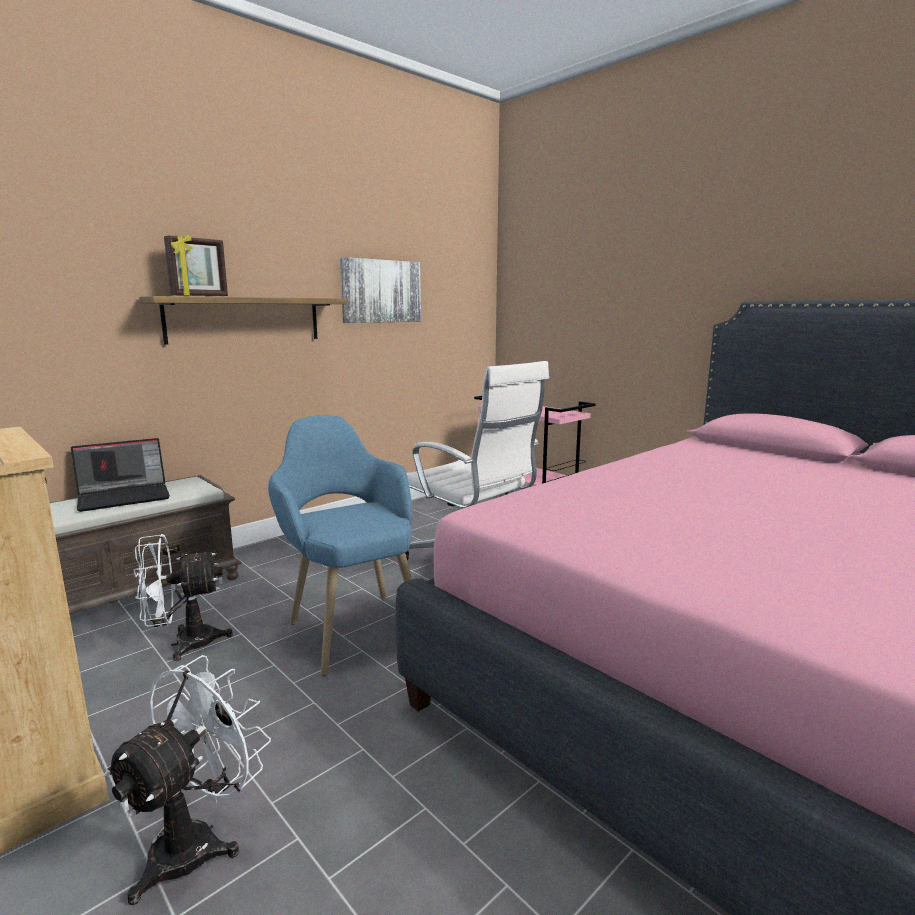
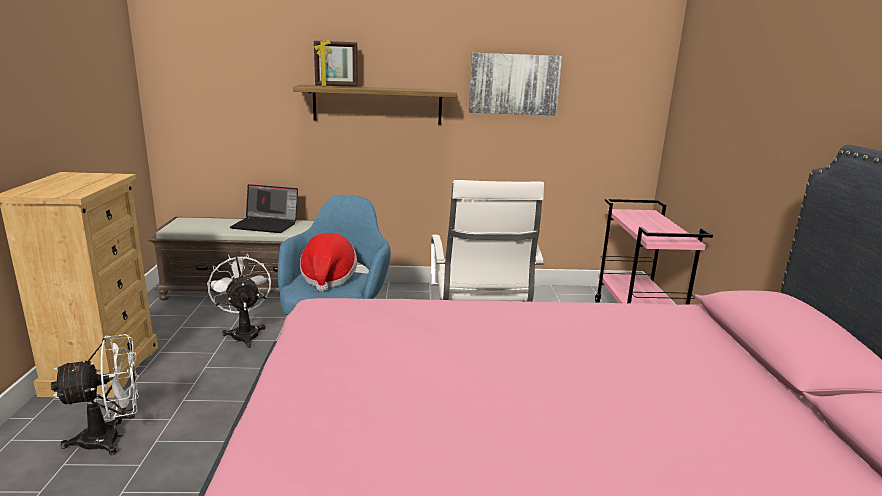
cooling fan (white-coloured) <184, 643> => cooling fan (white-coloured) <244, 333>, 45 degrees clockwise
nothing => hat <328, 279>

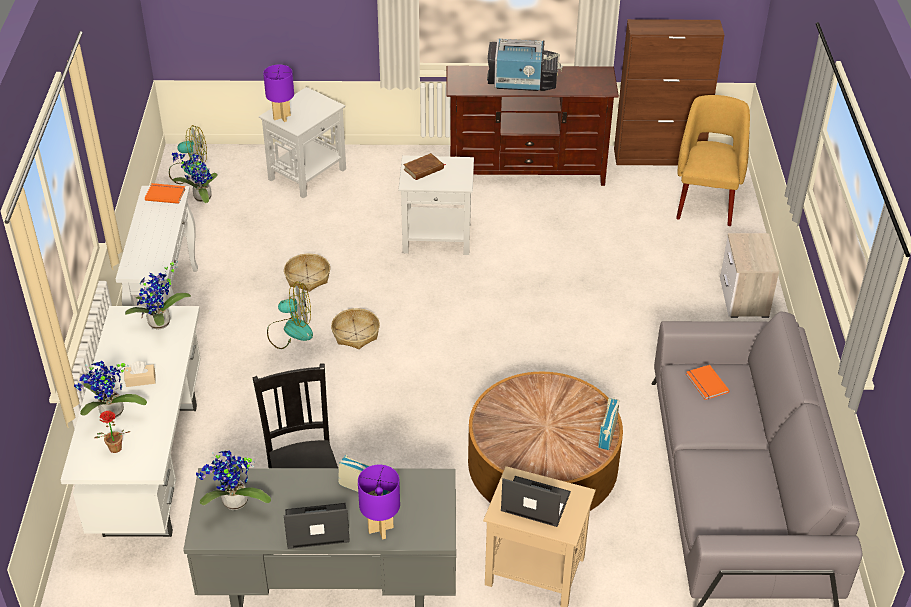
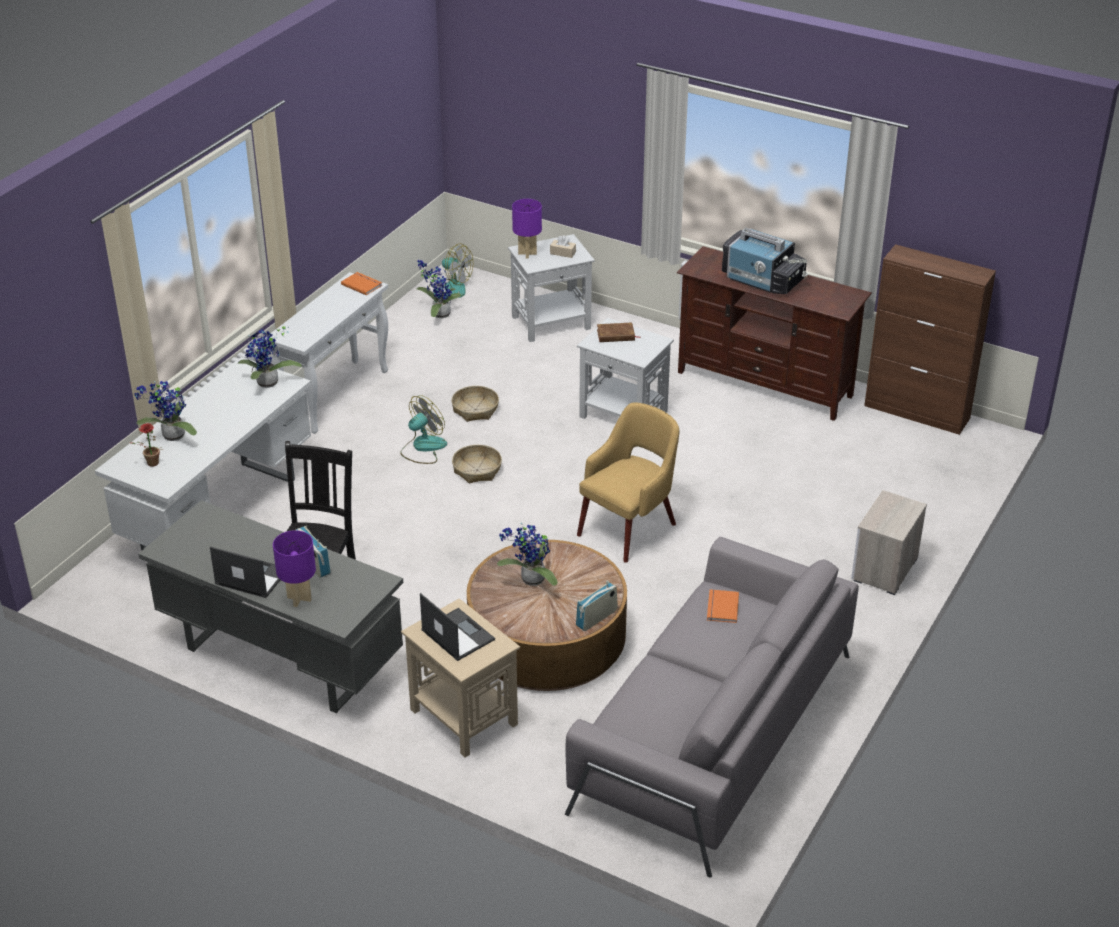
lounge chair (yellow-coloured) <706, 200> => lounge chair (yellow-coloured) <629, 528>, relocated
cooling fan <290, 330> => cooling fan <423, 448>, 75 degrees counterclockwise
box of tissues (beige-coloured) <140, 380> => box of tissues (beige-coloured) <563, 253>, relocated
potted plant <233, 504> => potted plant <530, 581>, relocated

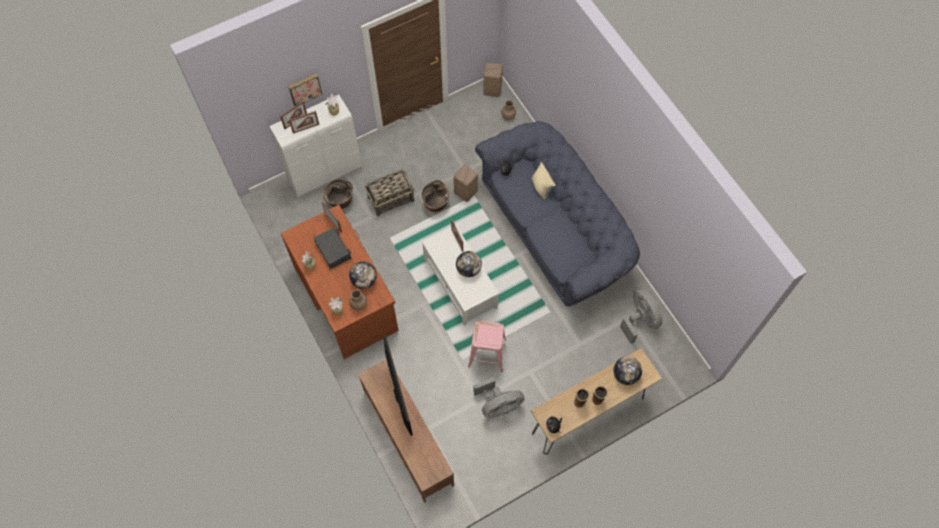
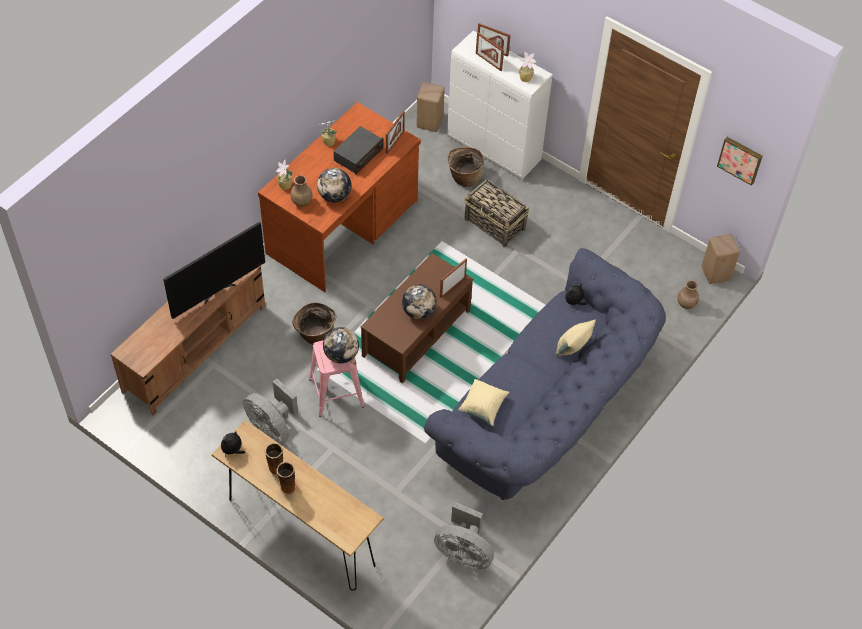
wall art <304, 88> => wall art <740, 159>, relocated
sitting stool (beige-coloured) <466, 192> => sitting stool (beige-coloured) <430, 123>, relocated
storage basket <436, 204> => storage basket <315, 335>, relocated
coffee table (white-coloured) <460, 284> => coffee table (brown) <416, 333>
cooling fan (grey) <640, 320> => cooling fan (grey) <463, 553>, 75 degrees clockwise
desk globe <625, 375> => desk globe <341, 355>, relocated
nothing => throw pillow (beige-coloured) <482, 407>

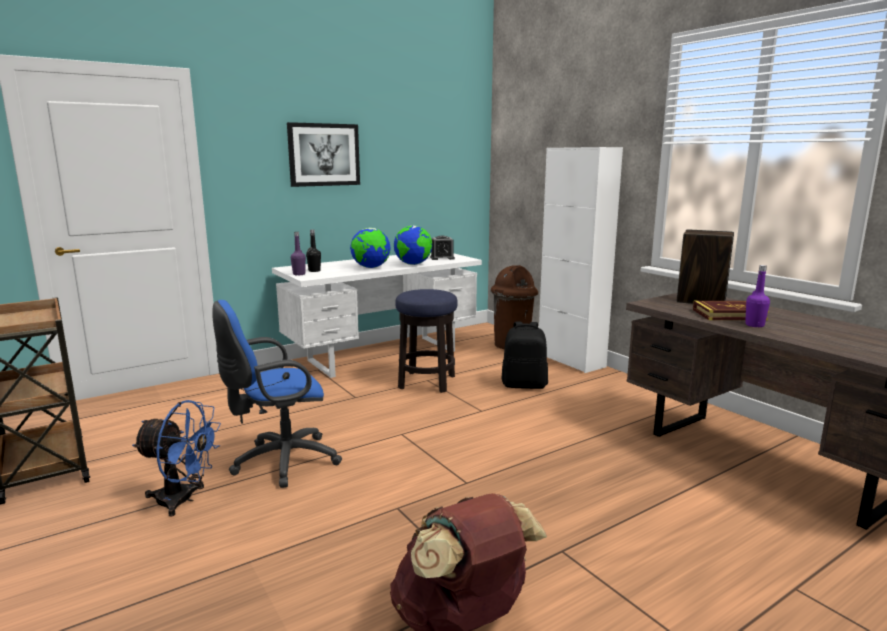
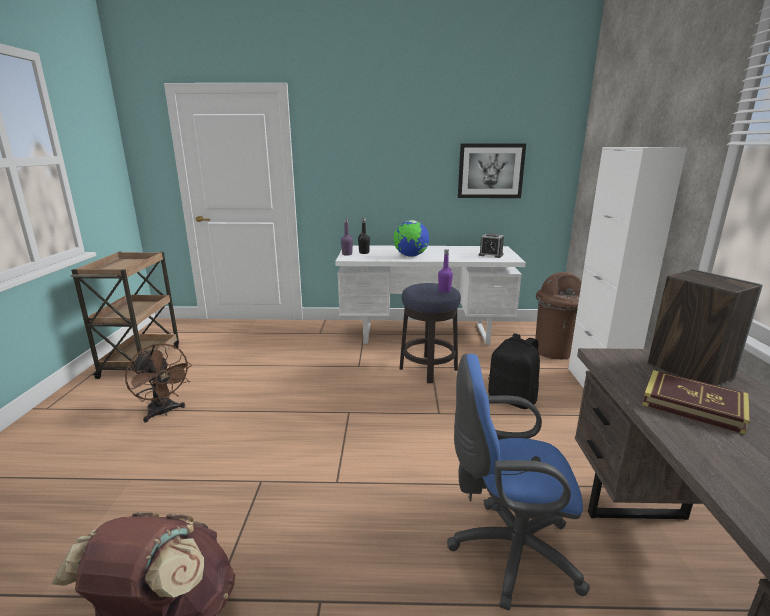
wall art <324, 154> => wall art <490, 171>, relocated
desk globe <413, 264> => nothing
drink bottle (purple) <754, 325> => drink bottle (purple) <444, 290>, relocated
computer chair (bluish) <280, 462> => computer chair (bluish) <507, 551>, relocated
cooling fan (bluish) <183, 500> => cooling fan (brown) <164, 412>

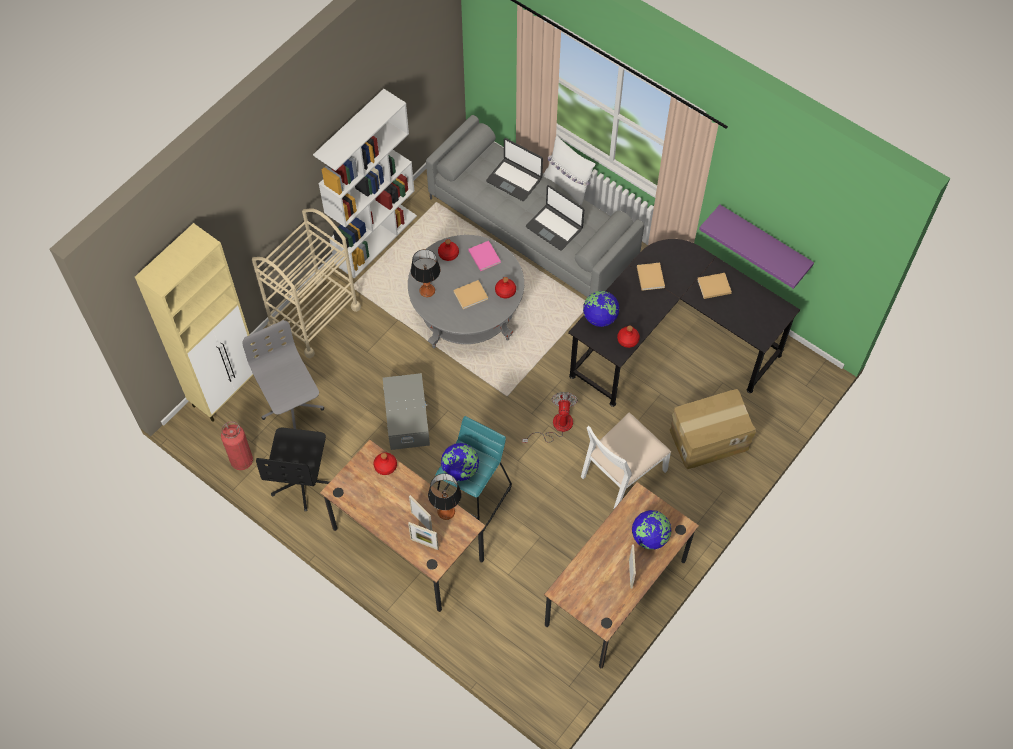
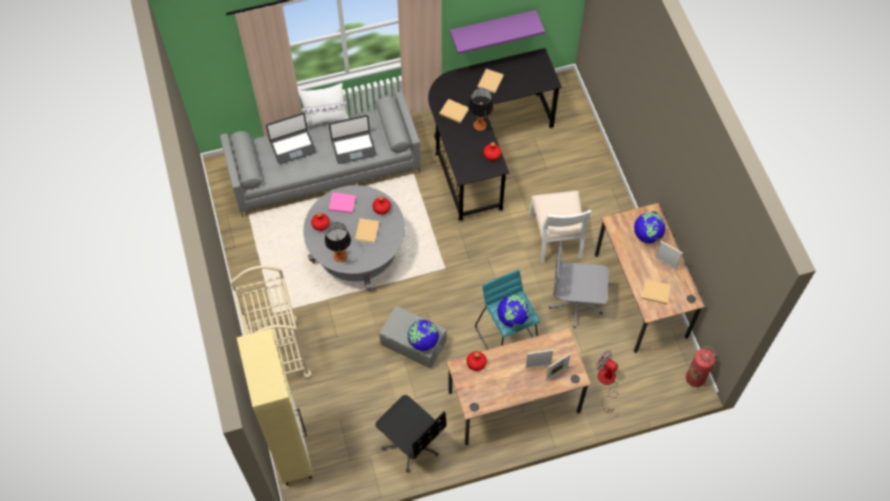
shelving unit (white-coloured) <375, 239> => nothing
desk globe <600, 317> => desk globe <423, 341>, relocated
computer chair (grey) <291, 406> => computer chair (grey) <576, 303>, relocated
cardboard box <708, 438> => nothing
cooling fan <556, 426> => cooling fan <606, 383>, relocated
fire extinguisher <242, 461> => fire extinguisher <695, 378>, relocated
lamp for a table <446, 511> => lamp for a table <479, 125>, relocated
nothing => bound book (beige-coloured) <655, 292>

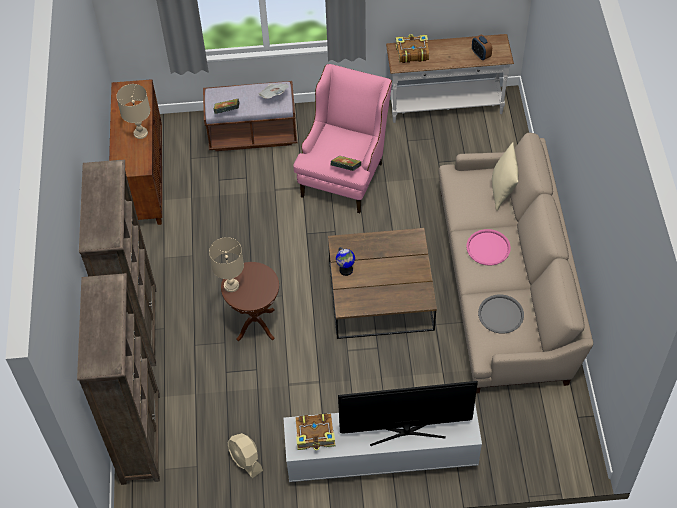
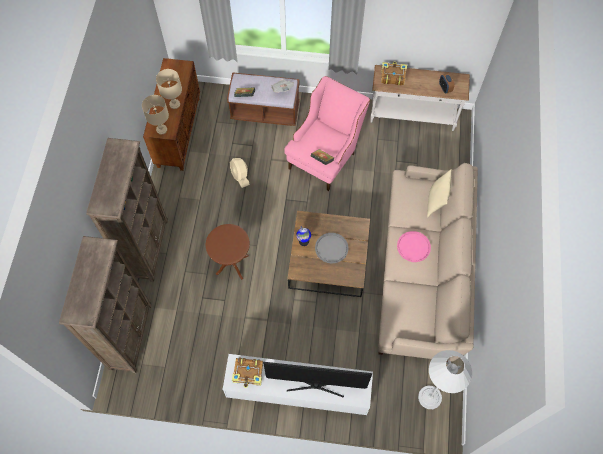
lamp for a table (beige-coloured) <231, 285> => lamp for a table (beige-coloured) <161, 129>, relocated
carrying tray (grey) <501, 314> => carrying tray (grey) <331, 248>, relocated
cooling fan (beige-coloured) <245, 460> => cooling fan (beige-coloured) <240, 176>, relocated
nothing => standing lamp (white-coloured) <430, 397>

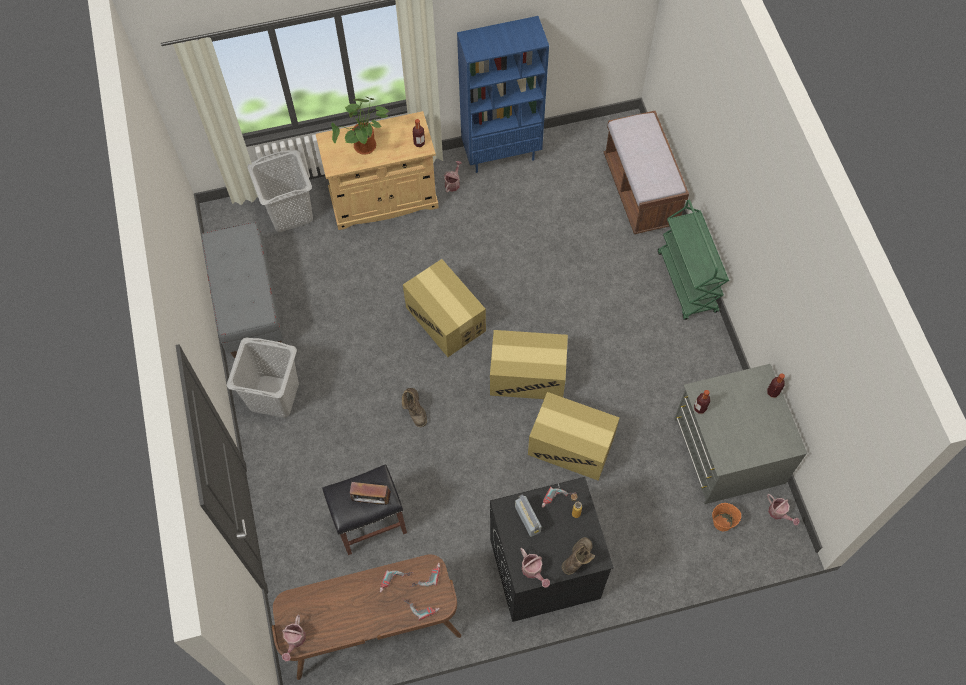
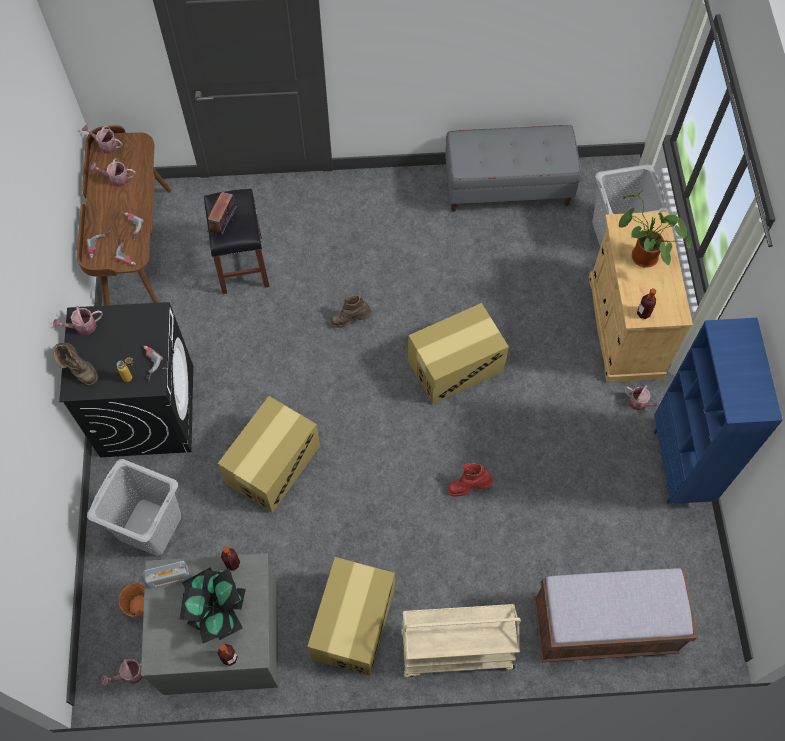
trolley (greenish) <687, 282> => trolley (beige-coloured) <455, 651>
cardboard box <528, 375> => cardboard box <353, 624>, relocated
washing basket (grey) <273, 396> => washing basket (grey) <150, 526>, relocated
radio set <527, 519> => radio set <169, 577>, relocated
nothing => watering pot <116, 179>
nothing => boot (reddish) <469, 487>
nothing => potted plant <215, 610>

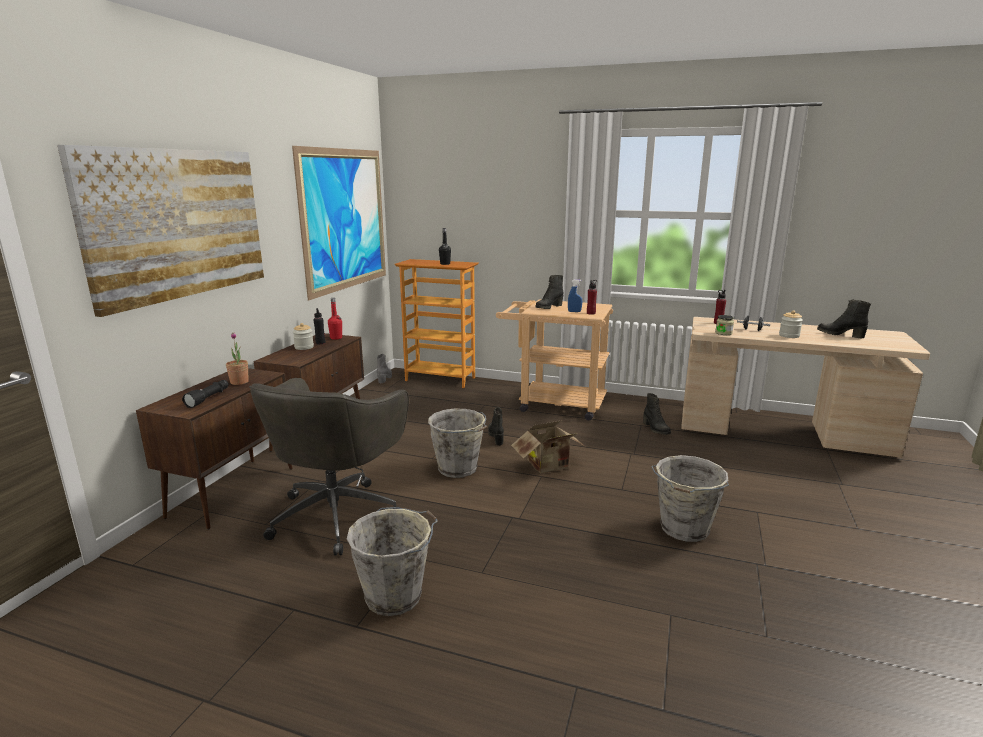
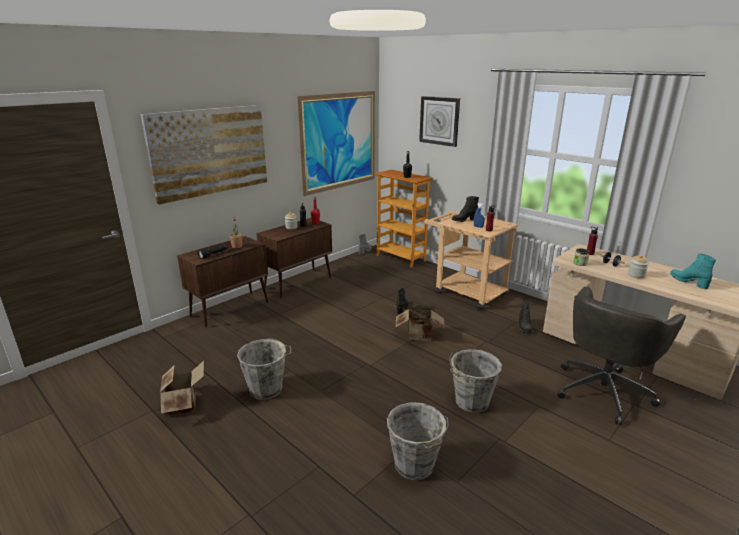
boot (blackish) <840, 334> => boot (blue-green) <688, 282>
computer chair (grey) <337, 514> => computer chair (grey) <604, 390>, relocated
pail (grey) <459, 469> => pail (grey) <415, 466>, relocated
nothing => hanging clock <439, 121>
nothing => cardboard box <184, 405>

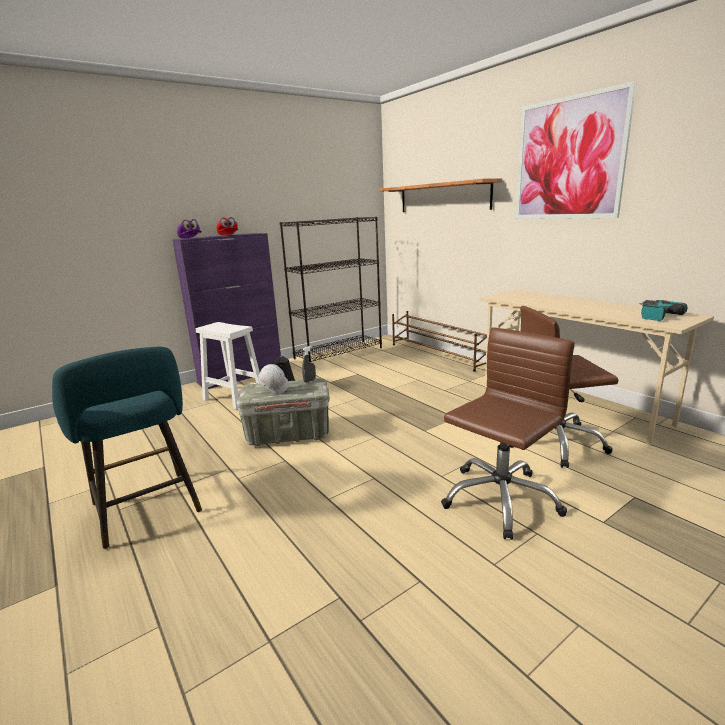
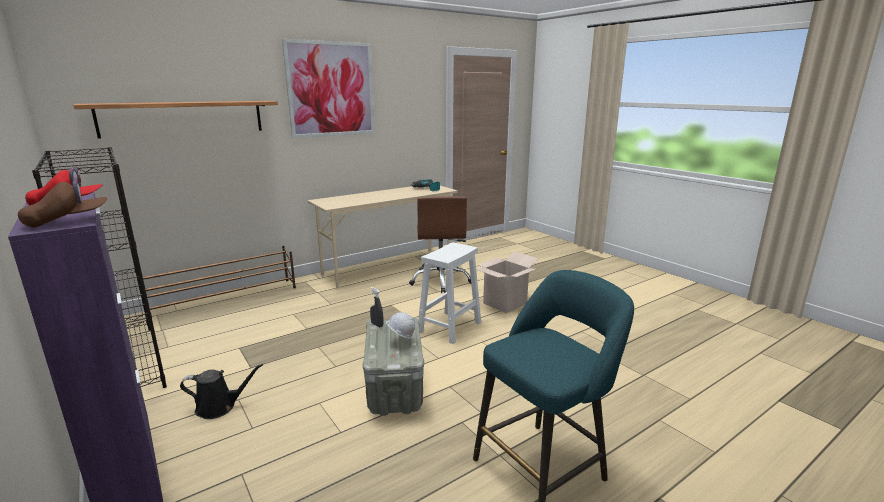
baseball cap (purple) <190, 238> => baseball cap (brown) <68, 221>
sitting stool (white-coloured) <235, 398> => sitting stool (white-coloured) <450, 326>, relocated
computer chair (brown) <500, 499> => cardboard box <505, 303>

